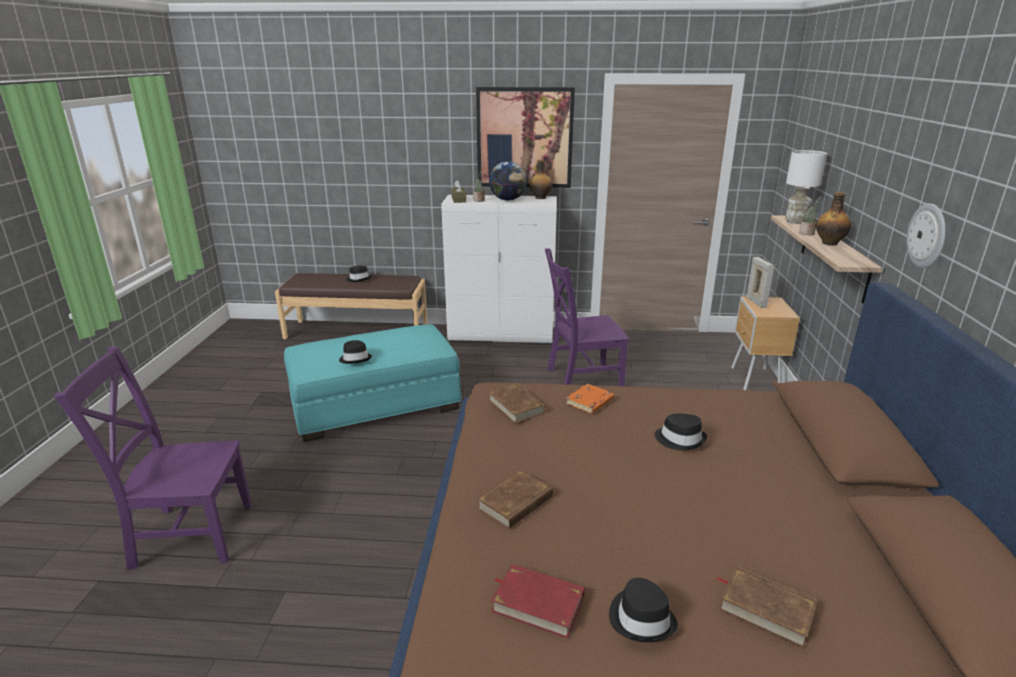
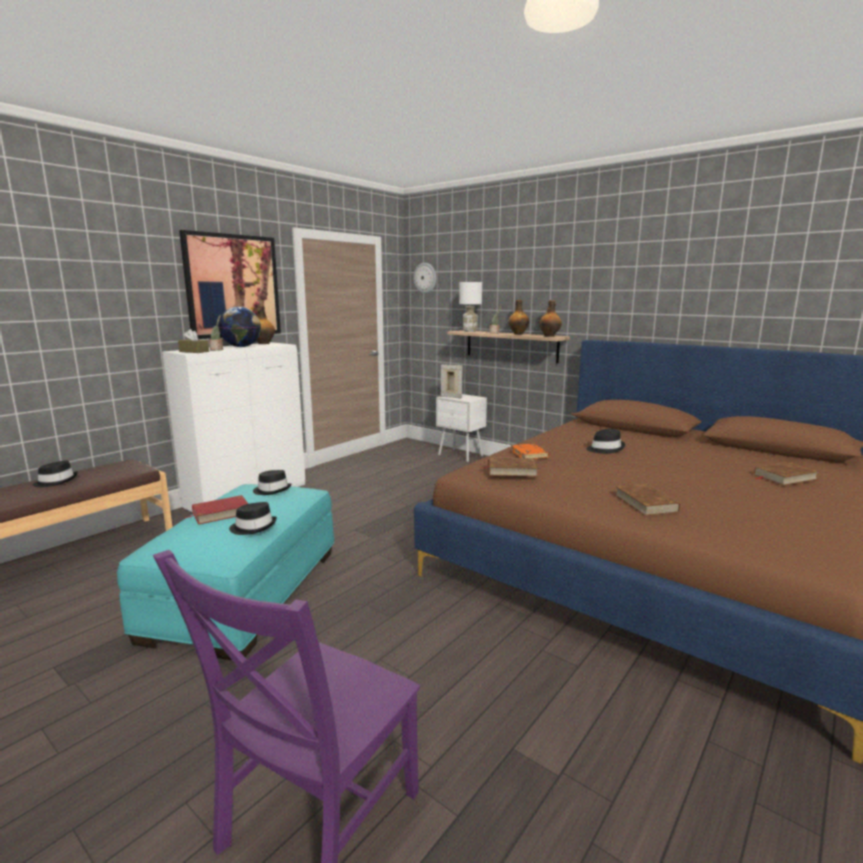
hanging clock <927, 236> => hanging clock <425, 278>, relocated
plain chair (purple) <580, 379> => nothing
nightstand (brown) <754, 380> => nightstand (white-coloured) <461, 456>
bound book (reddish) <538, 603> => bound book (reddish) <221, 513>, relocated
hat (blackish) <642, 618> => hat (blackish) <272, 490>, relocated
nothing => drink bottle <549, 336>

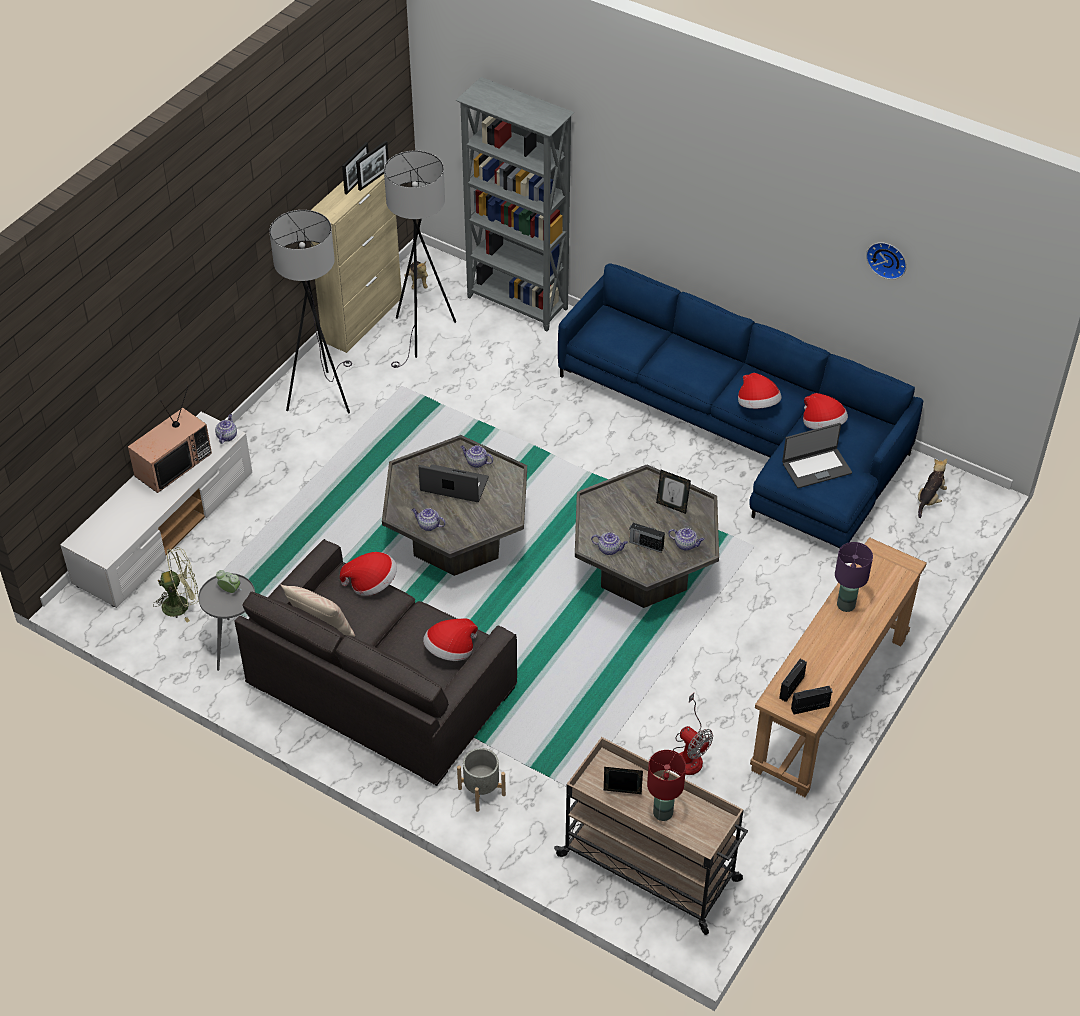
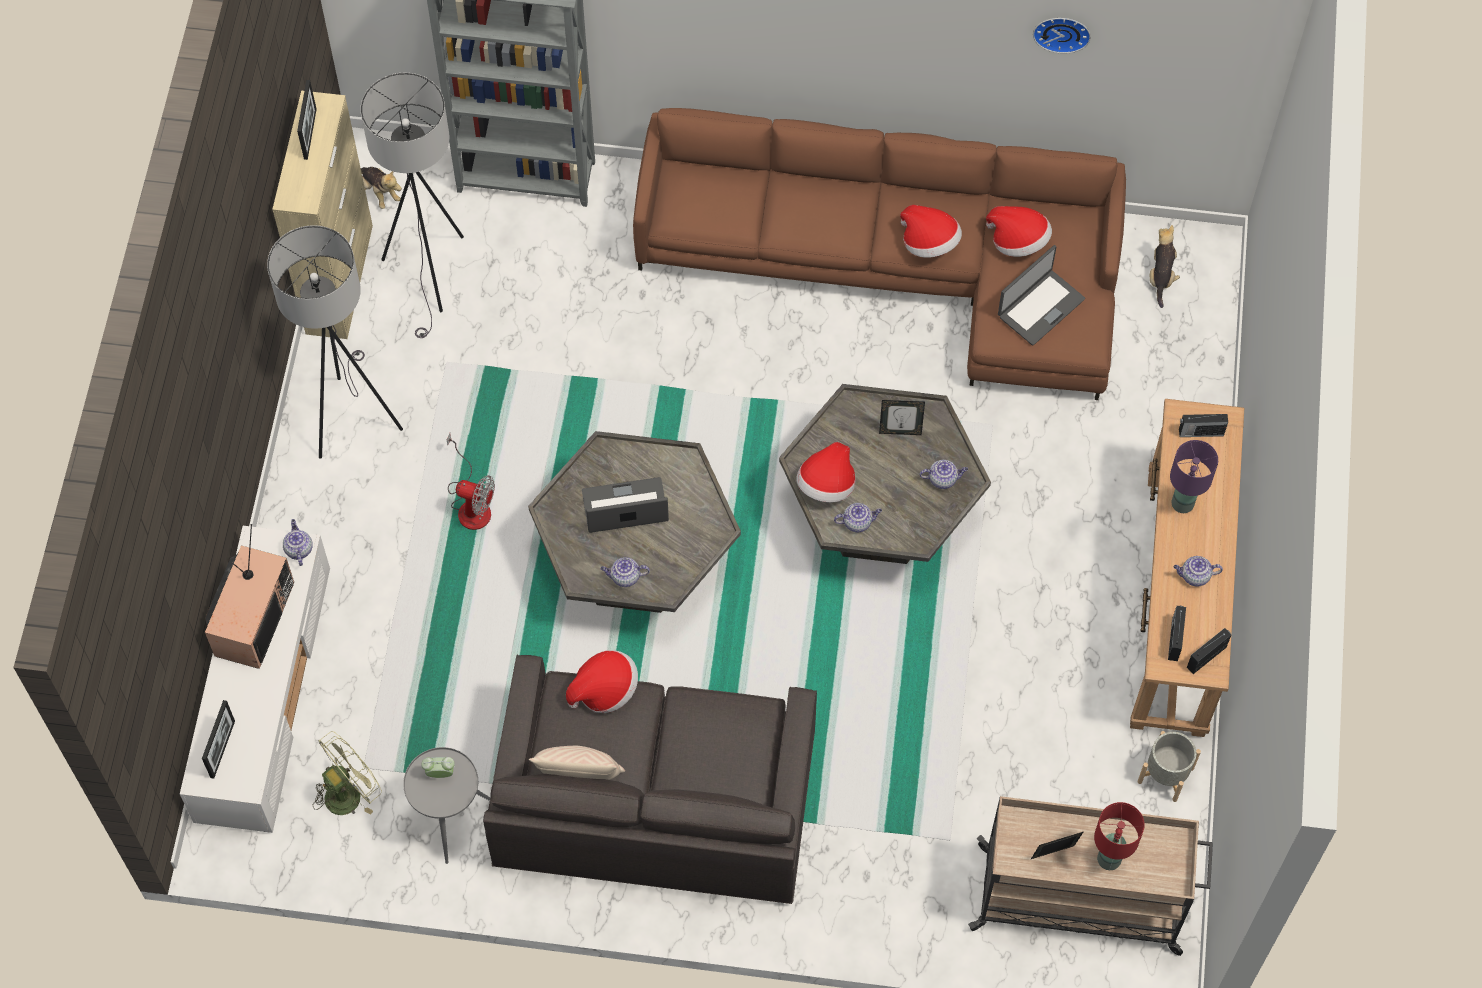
picture frame <374, 179> => picture frame <222, 749>, relocated
settee (bluish) <743, 432> => settee (brown) <901, 265>
tea pot <476, 462> => tea pot <1194, 576>, relocated
radio set <645, 544> => radio set <1200, 432>, relocated
hat <450, 651> => hat <827, 485>, relocated
cooling fan <689, 754> => cooling fan <471, 504>, relocated
planter (grey) <482, 791> => planter (grey) <1166, 775>, relocated

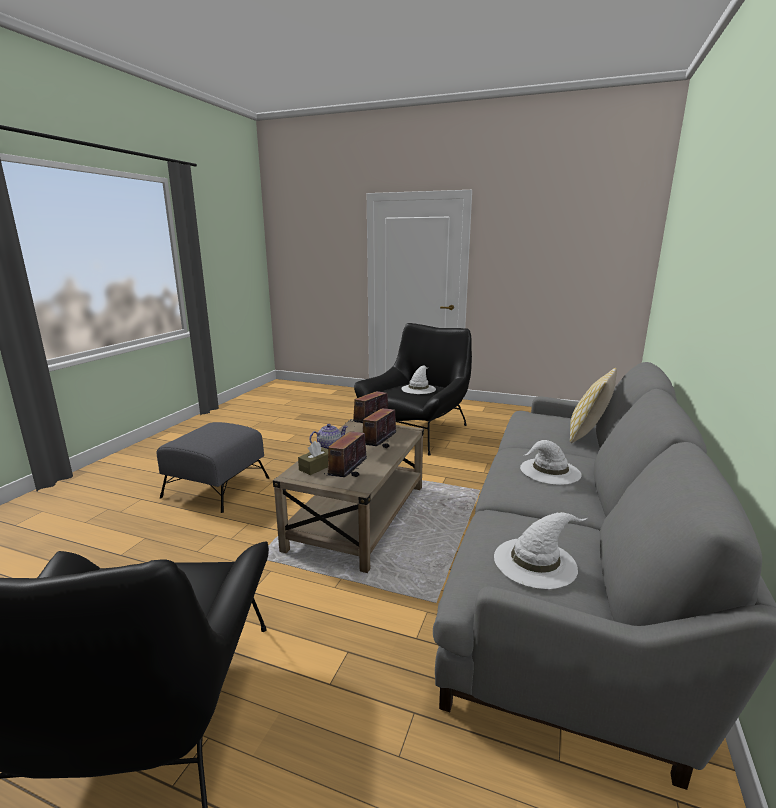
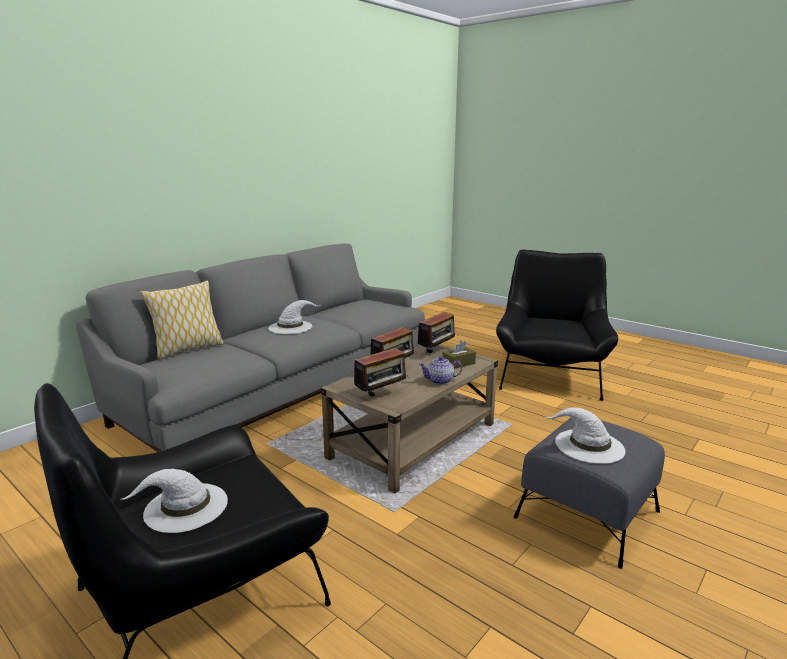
hat (white-coloured) <536, 561> => hat (white-coloured) <588, 446>, relocated

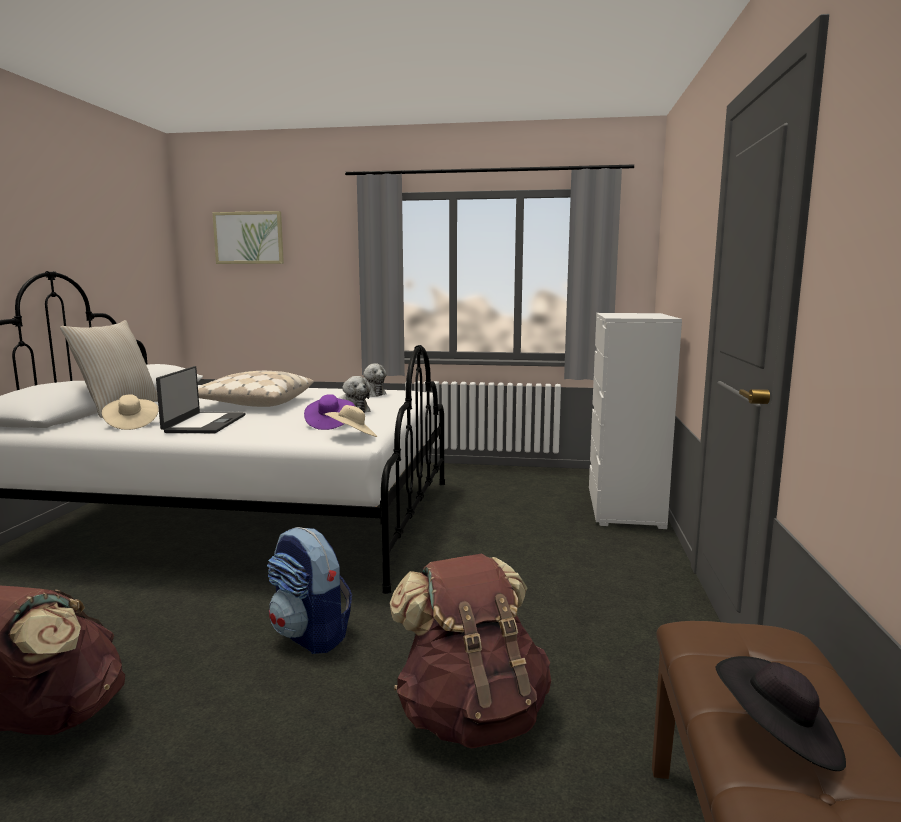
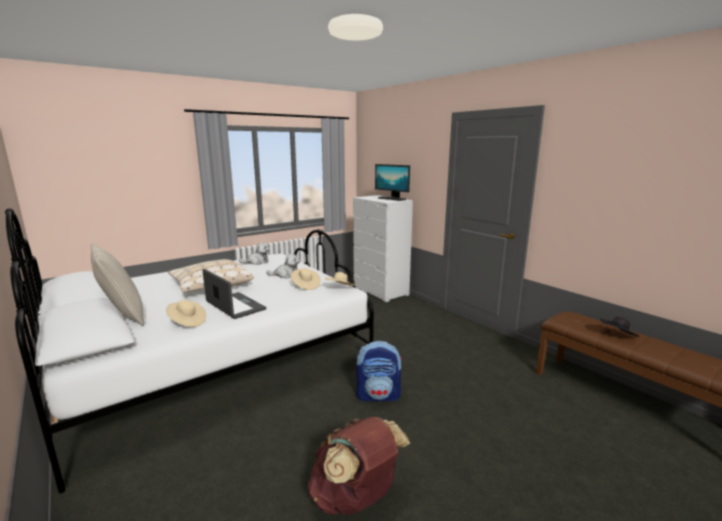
wall art <249, 238> => nothing
hat (purple) <329, 424> => hat (beige-coloured) <305, 286>
knapsack (brown) <471, 716> => nothing
nothing => monitor <392, 199>

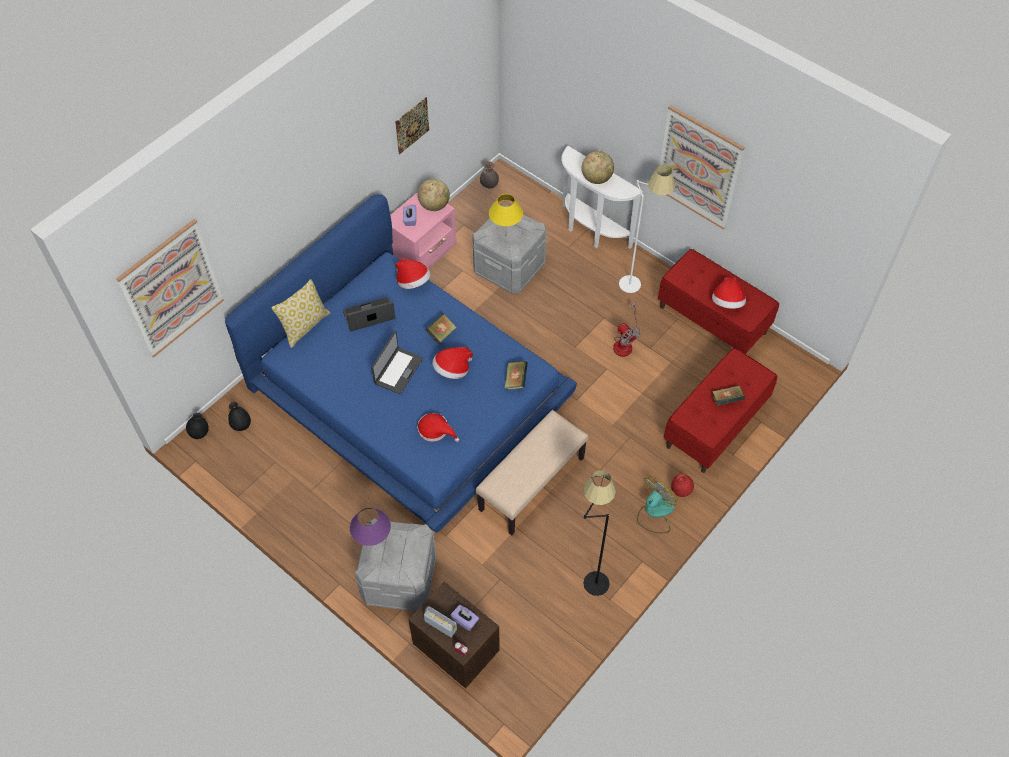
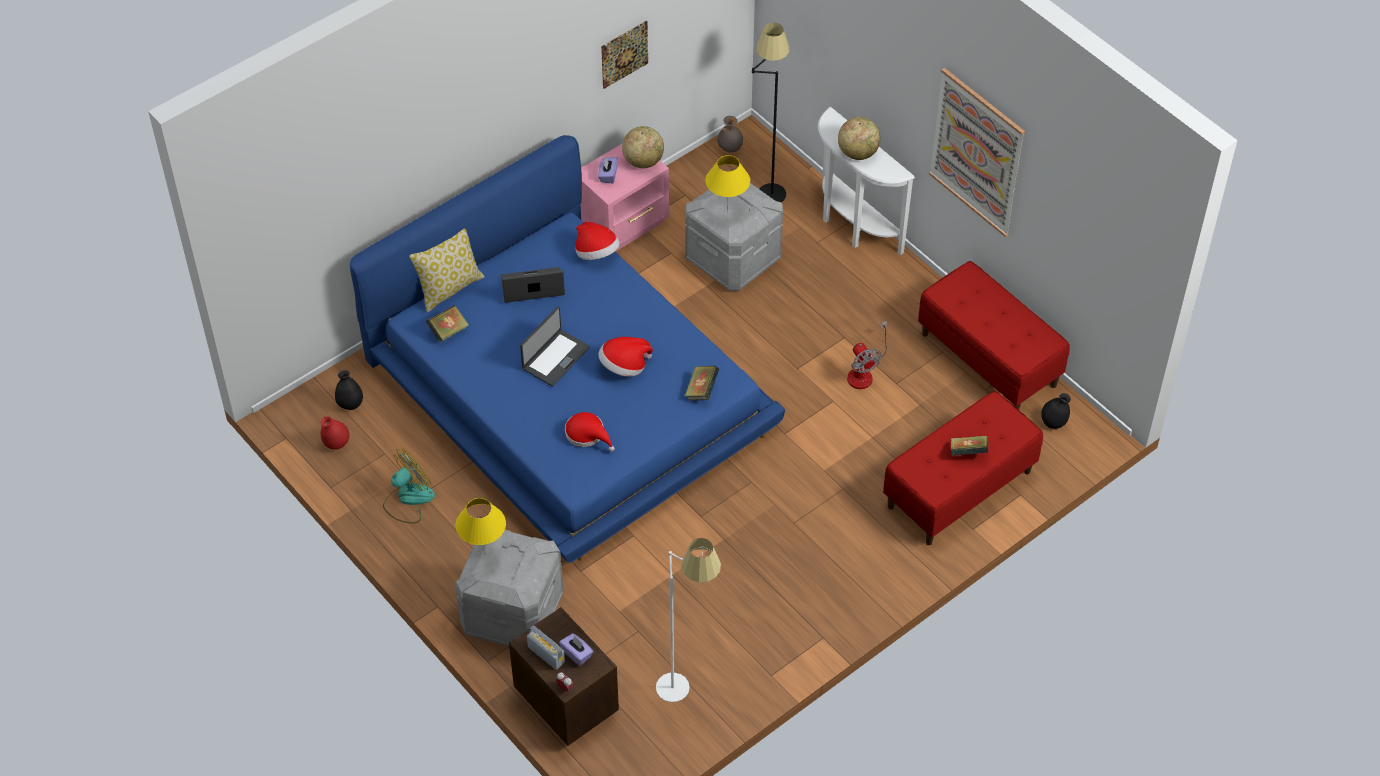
standing lamp (white-coloured) <638, 280> => standing lamp (white-coloured) <687, 682>, relocated
wall art <172, 289> => nothing
hat <727, 303> => nothing
bound book <441, 334> => bound book <448, 331>, relocated
bench (beige-coloured) <531, 483> => nothing
vase (blackish) <199, 433> => vase (blackish) <1053, 423>, relocated
standing lamp (blackish) <591, 573> => standing lamp (blackish) <768, 184>, relocated
vase (reddish) <680, 491> => vase (reddish) <336, 444>, relocated
cooling fan <654, 513> => cooling fan <408, 499>, relocated
lamp for a table (purple) <374, 545> => lamp for a table (yellow-coloured) <484, 553>

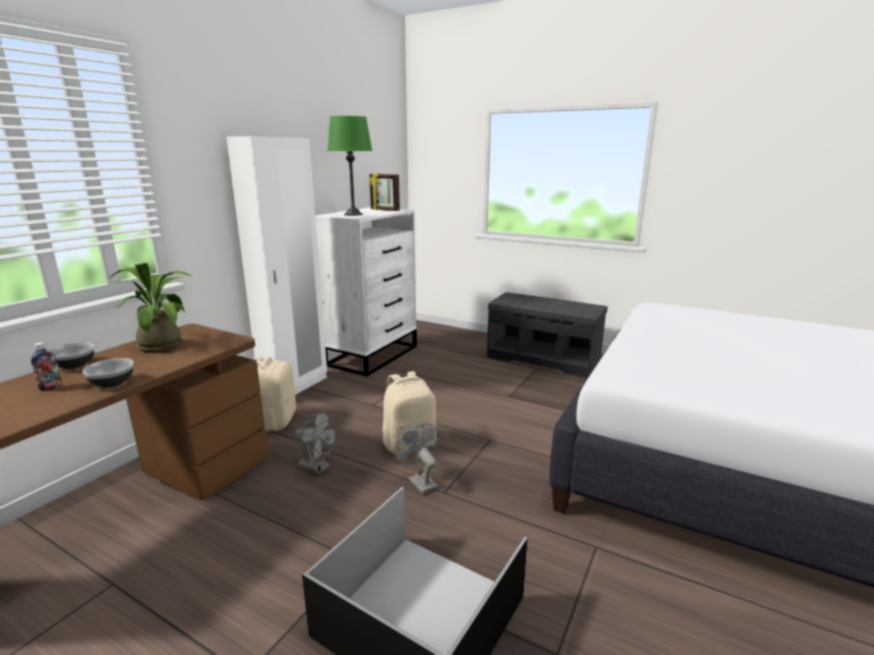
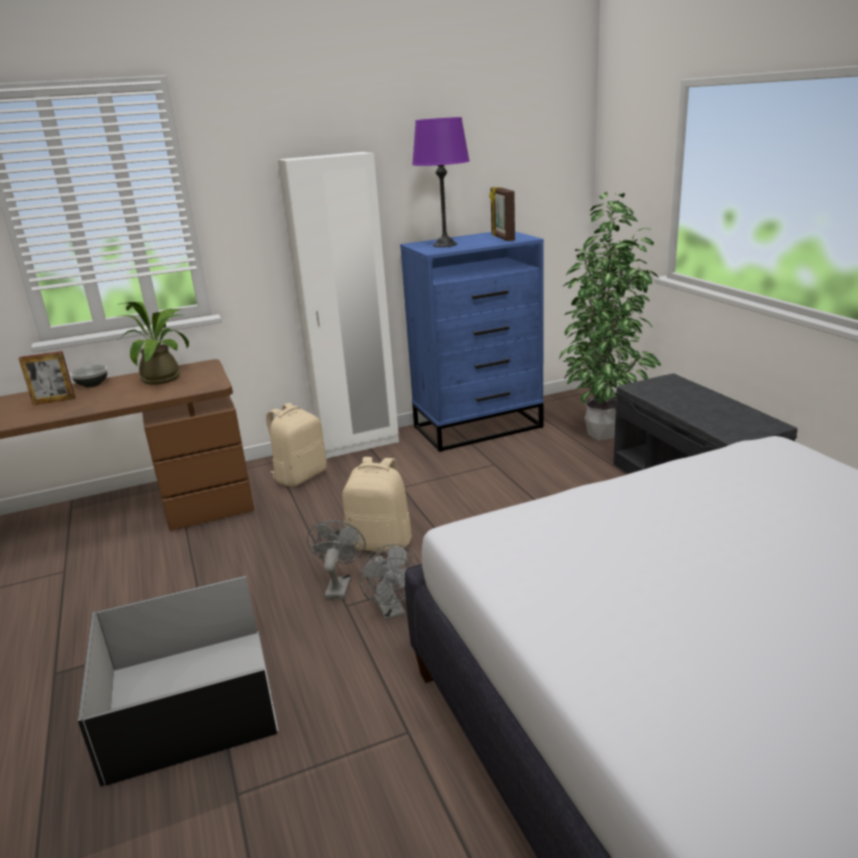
lamp for a table (greenish) <353, 214> => lamp for a table (purple) <444, 244>
drawer chest (white-coloured) <373, 355> => drawer chest (bluish) <479, 427>
drink bottle <51, 387> => picture frame <54, 401>
bowl <112, 383> => nothing
cooling fan (grey) <318, 467> => cooling fan (grey) <392, 610>, relocated
nothing => potted plant <605, 434>

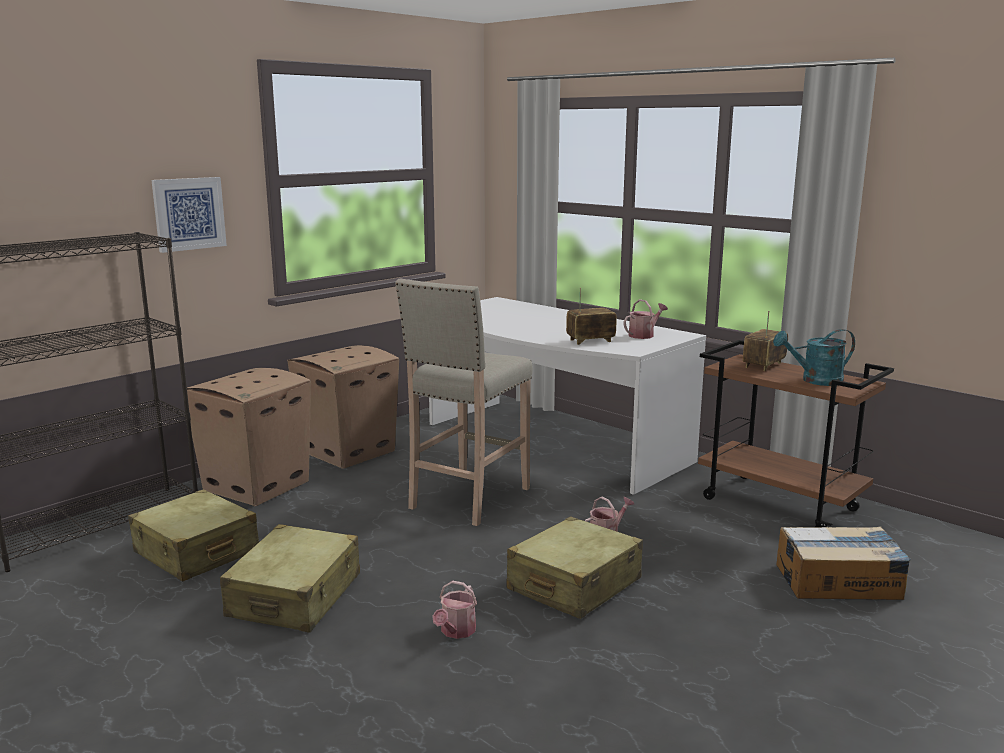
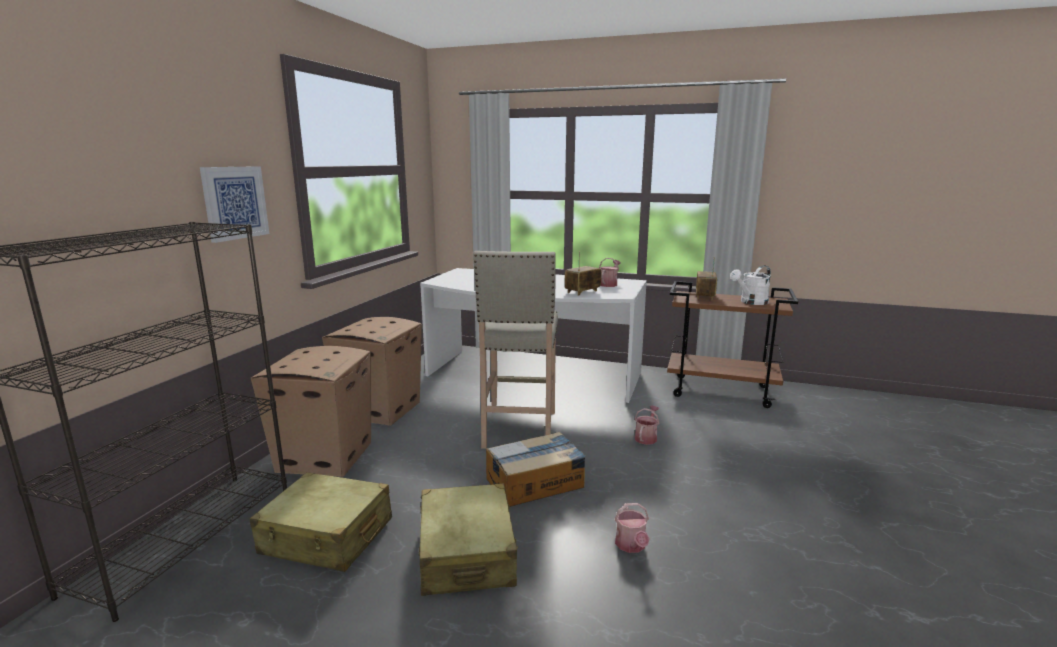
watering pot (blue-green) <815, 381> => watering pot (white-coloured) <751, 302>
piece of luggage (beige-coloured) <574, 585> => nothing
cardboard box <839, 581> => cardboard box <535, 483>, relocated

